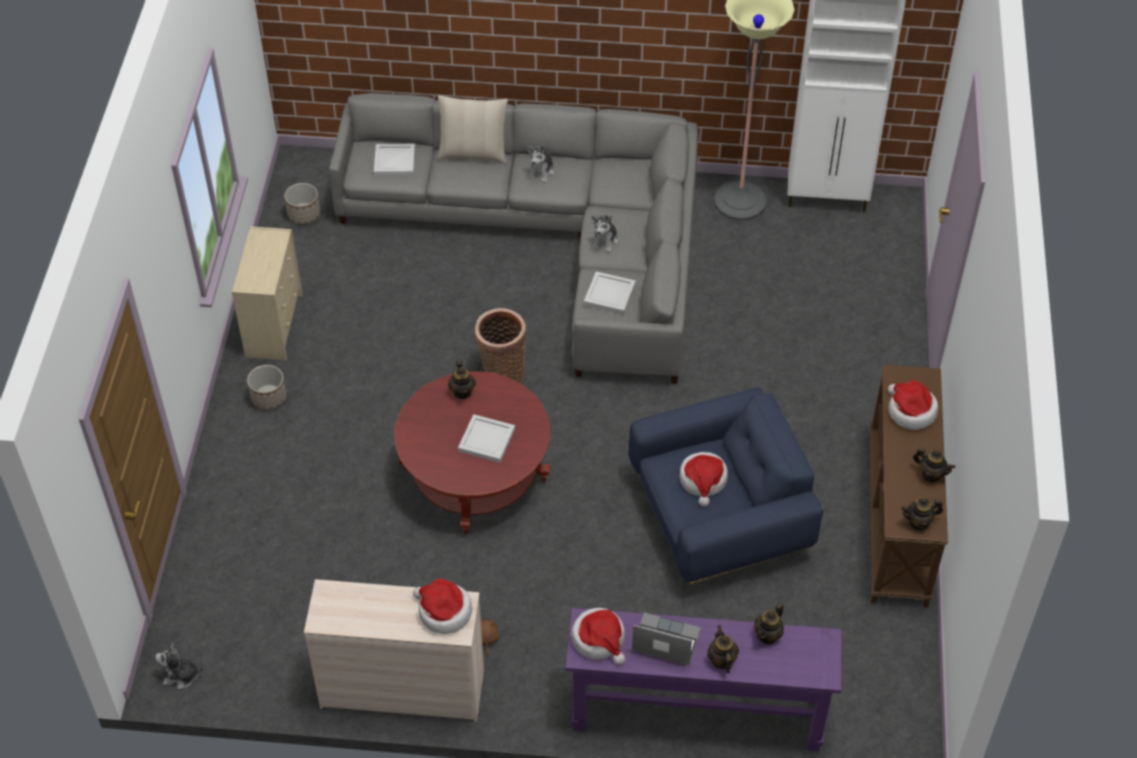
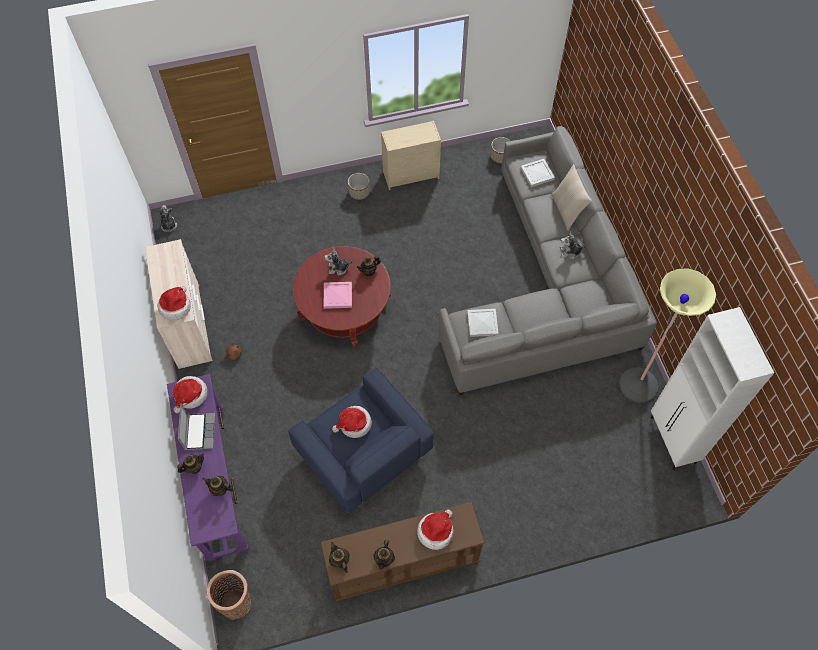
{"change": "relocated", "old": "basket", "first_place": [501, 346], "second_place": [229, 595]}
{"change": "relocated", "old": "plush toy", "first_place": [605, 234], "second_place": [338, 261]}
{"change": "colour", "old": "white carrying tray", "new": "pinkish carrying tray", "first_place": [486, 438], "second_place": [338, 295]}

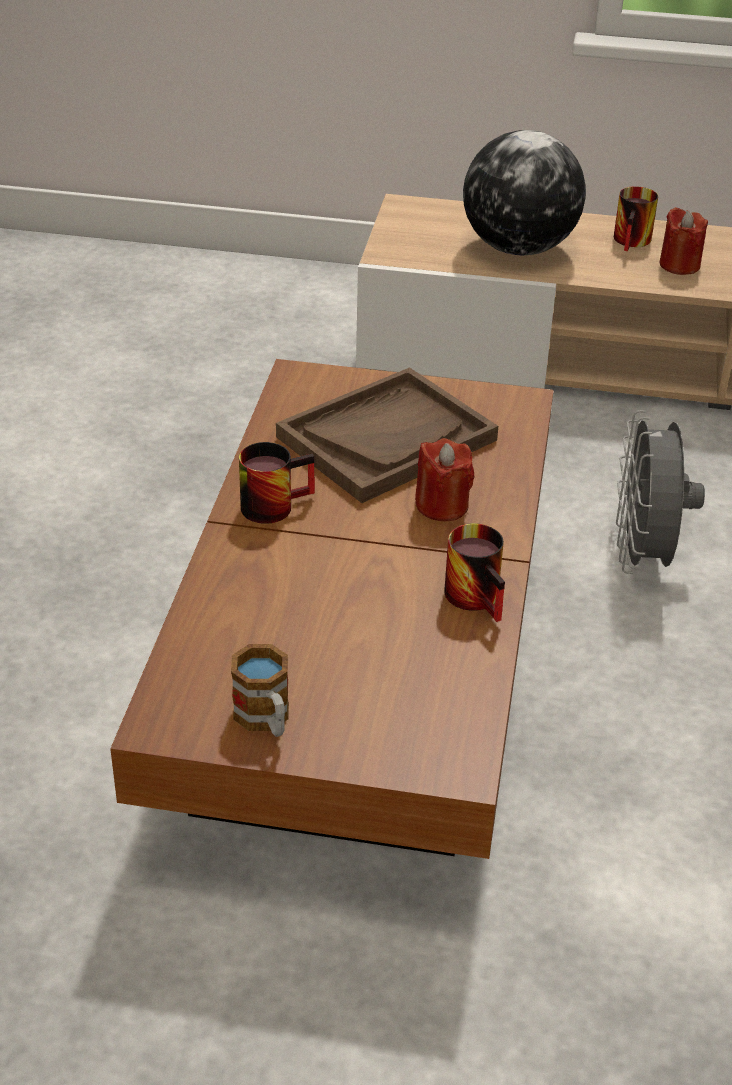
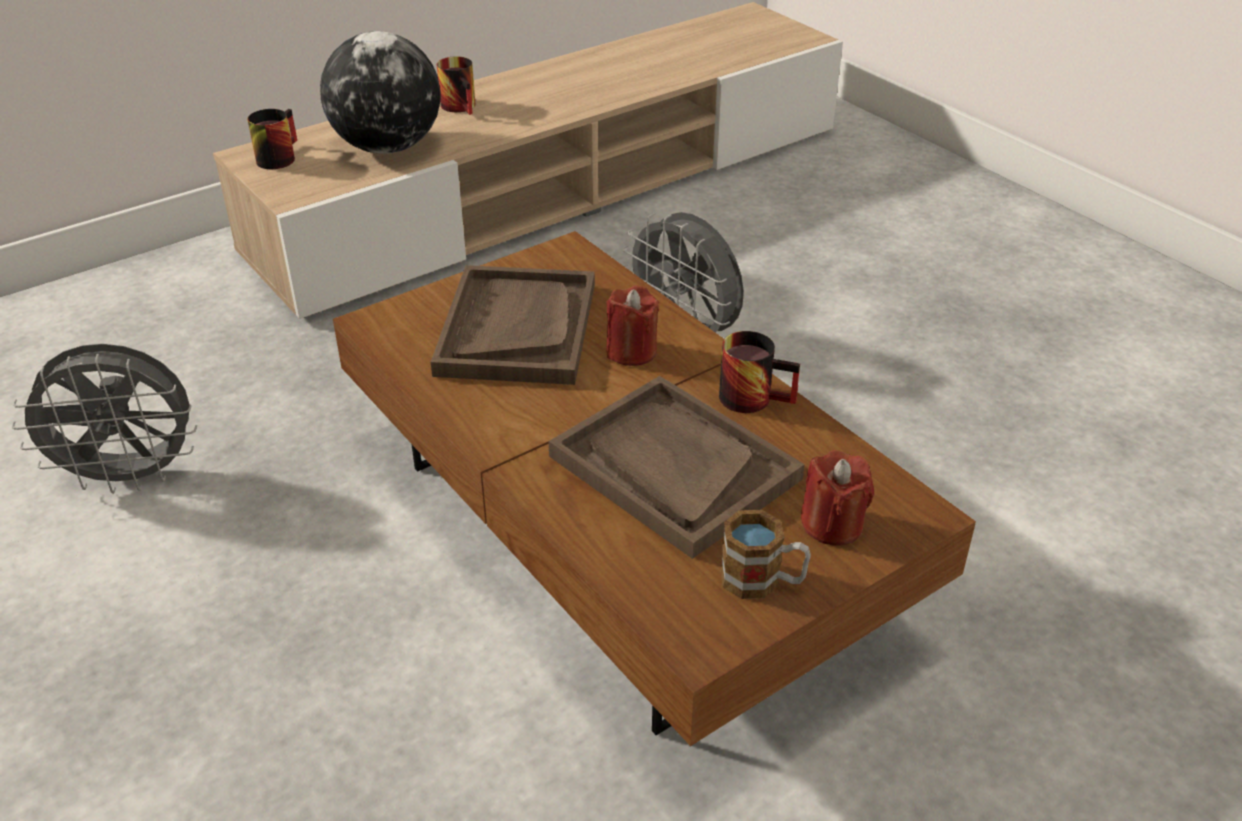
{"change": "appeared", "new": "greyish cooling fan", "second_place": [104, 419]}
{"change": "appeared", "new": "brown-coloured carrying tray", "second_place": [676, 467]}
{"change": "relocated", "old": "mug", "first_place": [277, 483], "second_place": [272, 139]}
{"change": "relocated", "old": "reddish wax candle", "first_place": [683, 241], "second_place": [837, 498]}

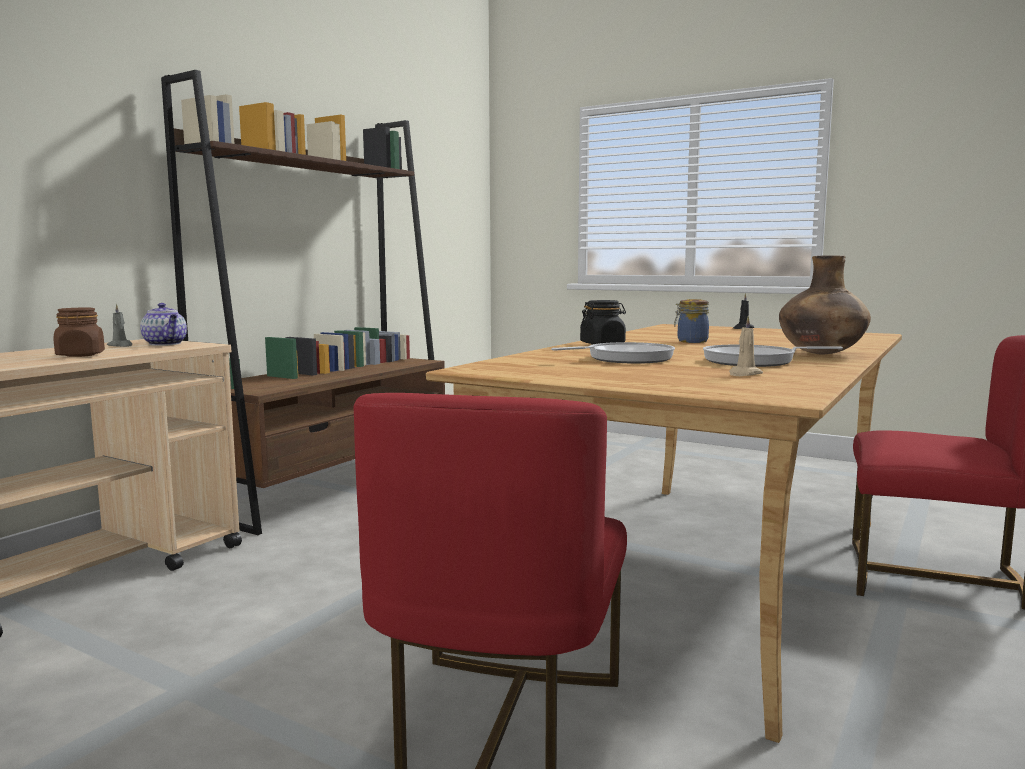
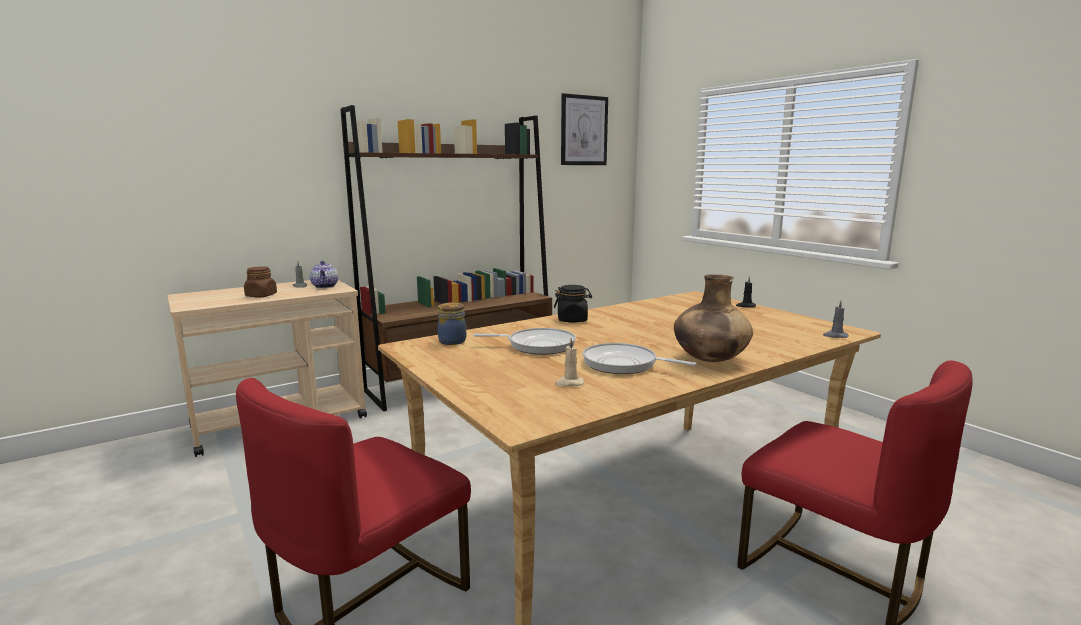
{"change": "appeared", "new": "wall art", "second_place": [584, 129]}
{"change": "appeared", "new": "greyish wax candle", "second_place": [835, 319]}
{"change": "relocated", "old": "jar", "first_place": [691, 321], "second_place": [452, 323]}

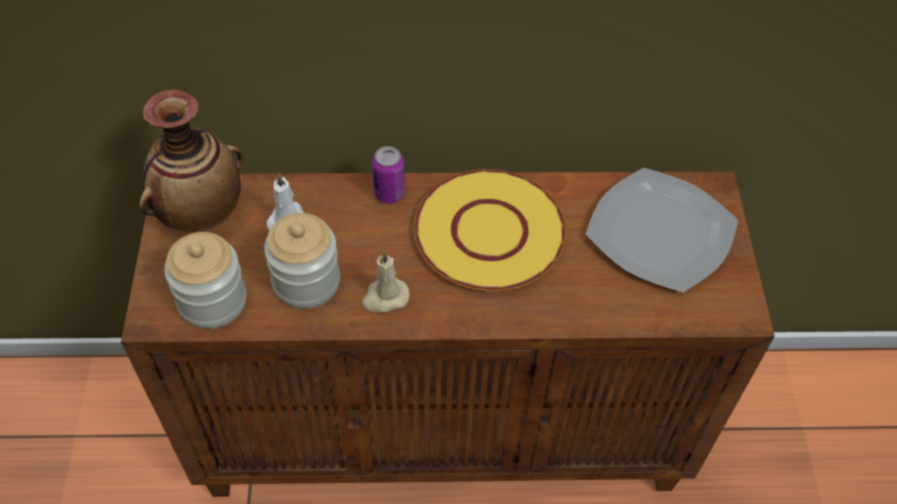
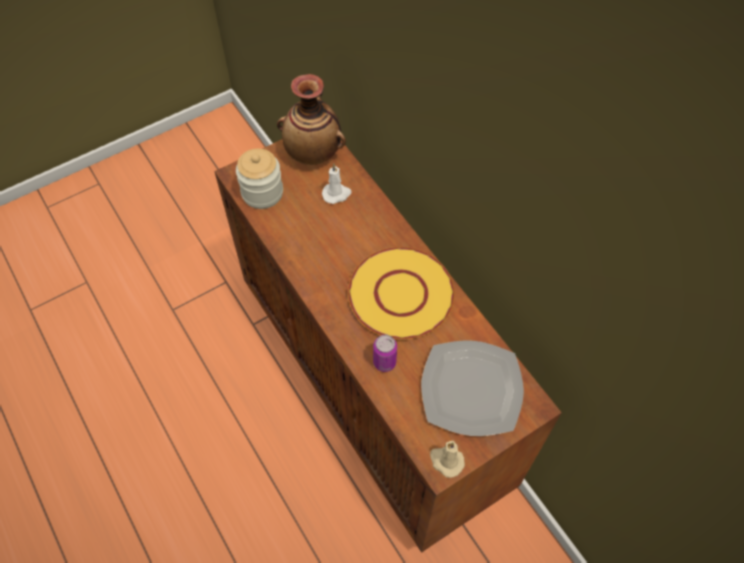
{"change": "missing", "old": "jar", "first_place": [302, 261]}
{"change": "relocated", "old": "beige wax candle", "first_place": [386, 282], "second_place": [447, 459]}
{"change": "relocated", "old": "can", "first_place": [388, 175], "second_place": [385, 353]}

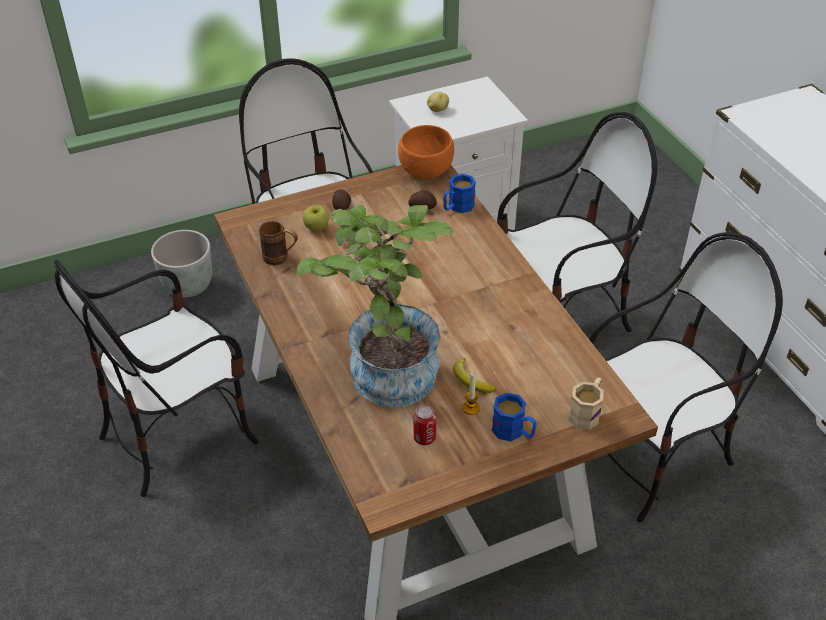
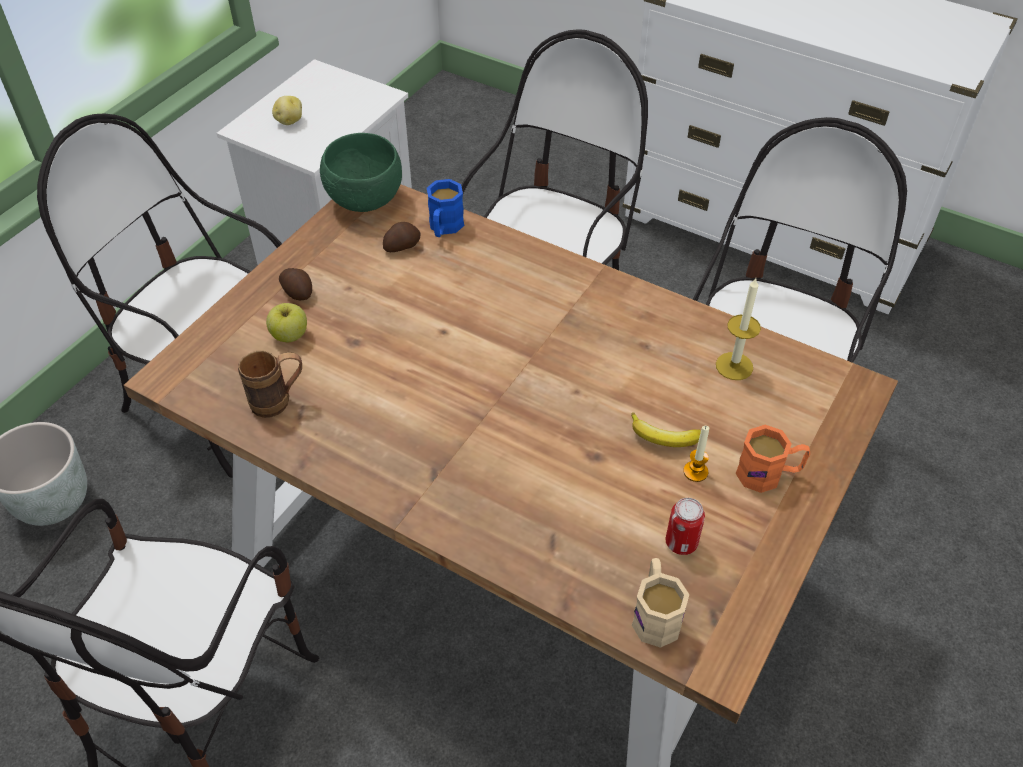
{"change": "missing", "old": "plant in a pot", "first_place": [375, 306]}
{"change": "appeared", "new": "wax candle", "second_place": [738, 329]}
{"change": "relocated", "old": "beige mug", "first_place": [586, 403], "second_place": [661, 603]}
{"change": "colour", "old": "orange-coloured deep dish", "new": "green-coloured deep dish", "first_place": [426, 152], "second_place": [361, 172]}
{"change": "colour", "old": "blue mug", "new": "orange-coloured mug", "first_place": [514, 417], "second_place": [772, 459]}

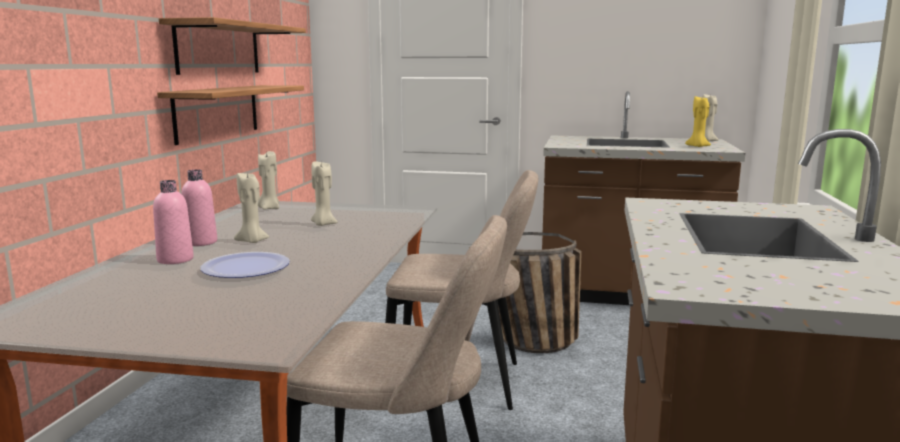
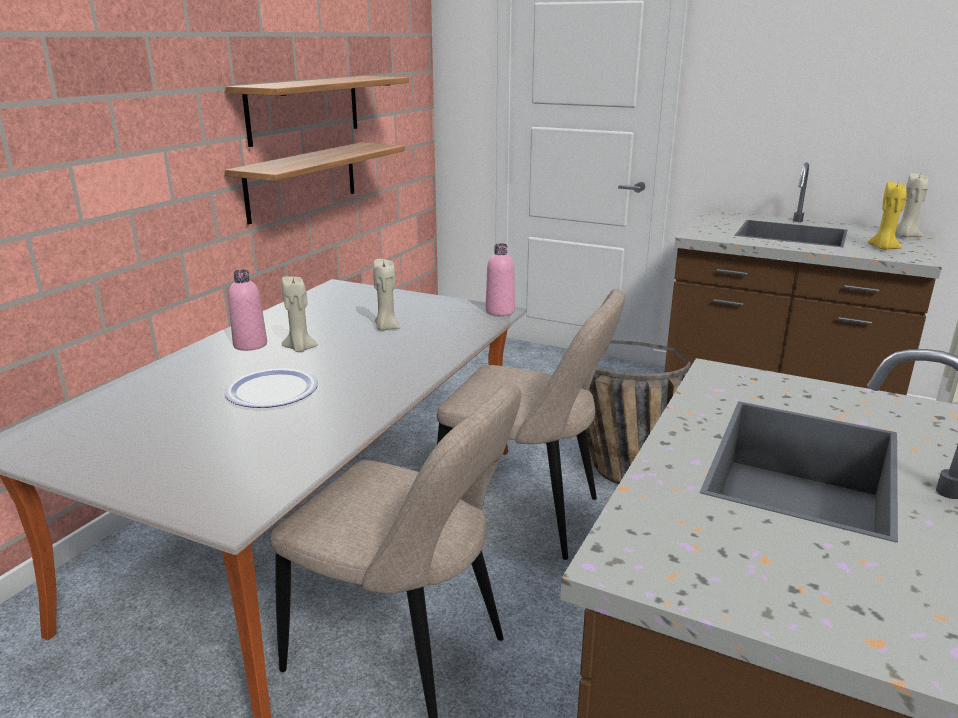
{"change": "missing", "old": "beige wax candle", "first_place": [268, 180]}
{"change": "relocated", "old": "pinkish drink bottle", "first_place": [173, 222], "second_place": [500, 279]}

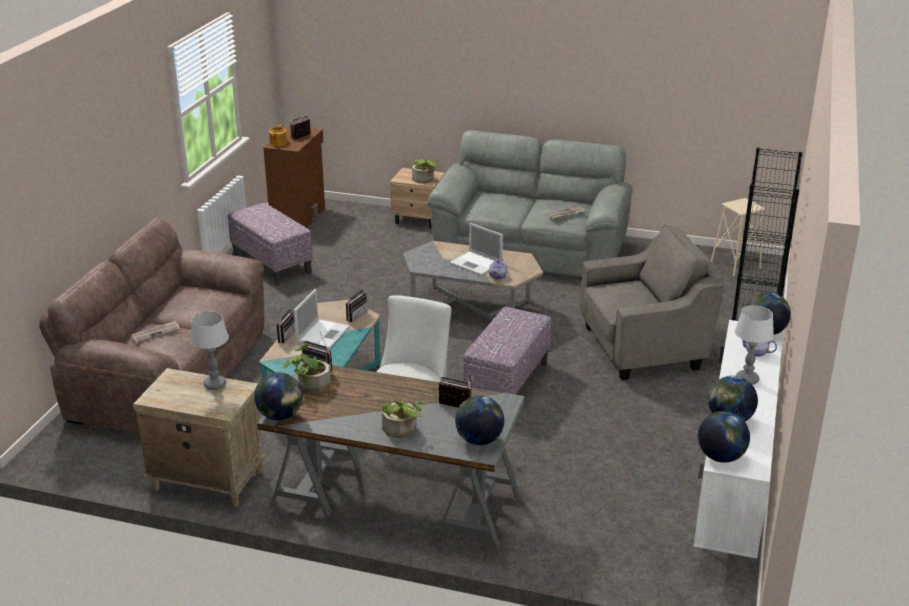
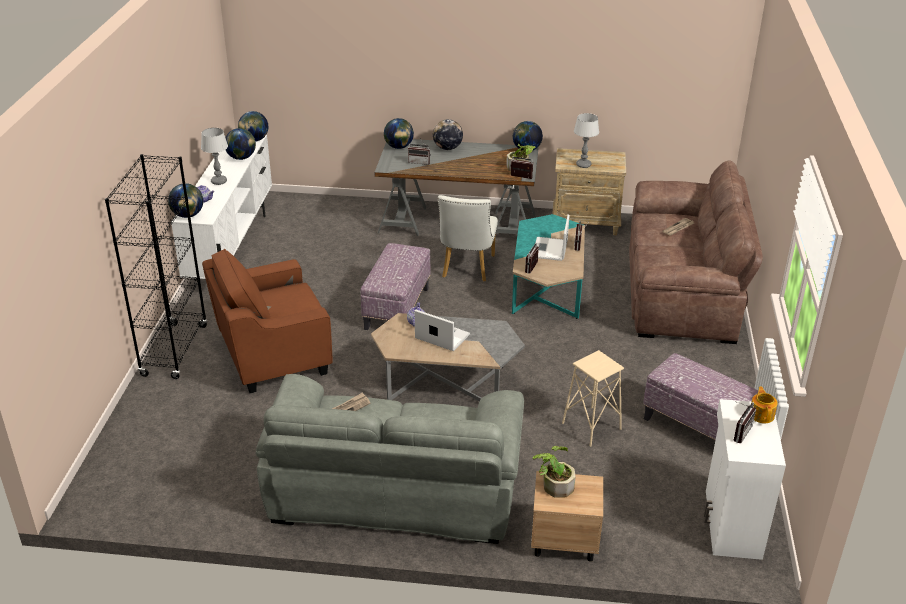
{"change": "relocated", "old": "beige stool seat", "first_place": [738, 237], "second_place": [593, 398]}
{"change": "exchanged", "old": "plant in a pot", "new": "desk globe", "first_place": [403, 419], "second_place": [448, 134]}
{"change": "colour", "old": "brown-coloured storage cabinet", "new": "white storage cabinet", "first_place": [294, 177], "second_place": [745, 479]}
{"change": "colour", "old": "greyish armchair", "new": "brown-coloured armchair", "first_place": [652, 302], "second_place": [267, 321]}

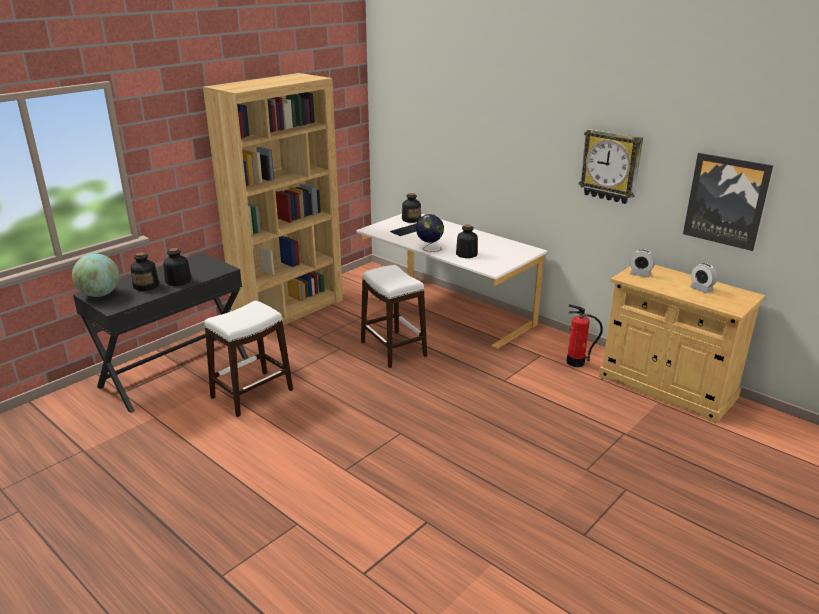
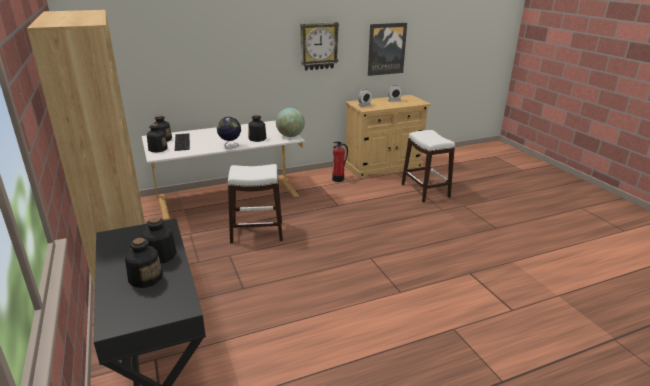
{"change": "appeared", "new": "drink bottle", "second_place": [157, 138]}
{"change": "relocated", "old": "desk globe", "first_place": [95, 275], "second_place": [290, 122]}
{"change": "relocated", "old": "white stool seat", "first_place": [248, 359], "second_place": [428, 166]}

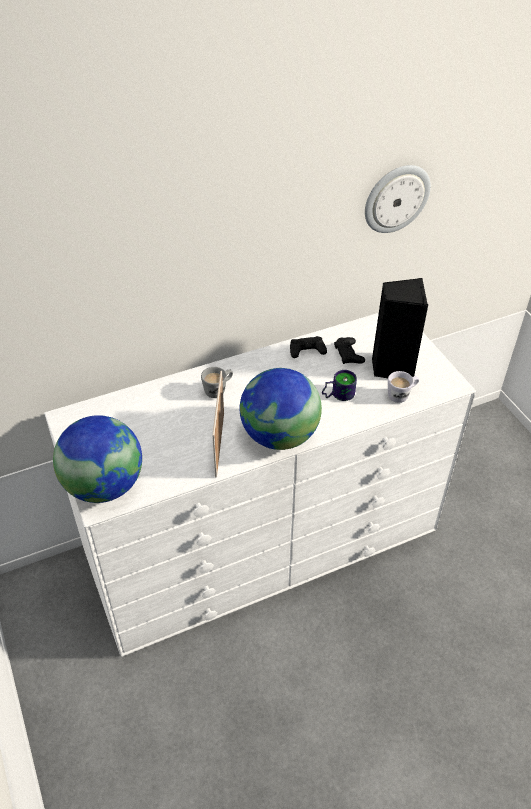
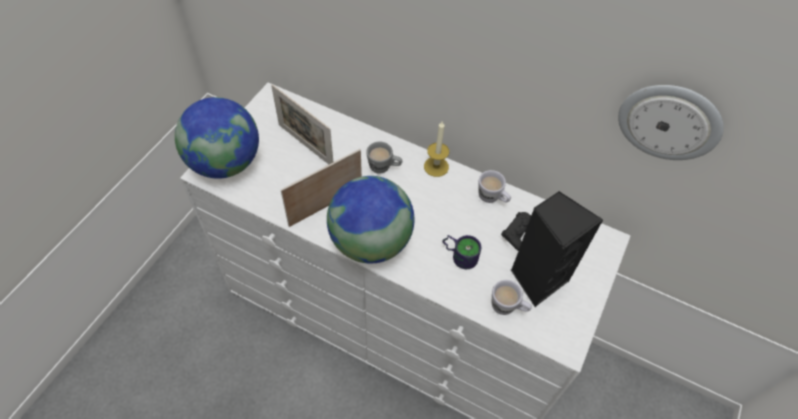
{"change": "appeared", "new": "picture frame", "second_place": [302, 124]}
{"change": "appeared", "new": "wax candle", "second_place": [436, 149]}
{"change": "exchanged", "old": "blackish gamepad", "new": "white mug", "first_place": [308, 347], "second_place": [494, 186]}

